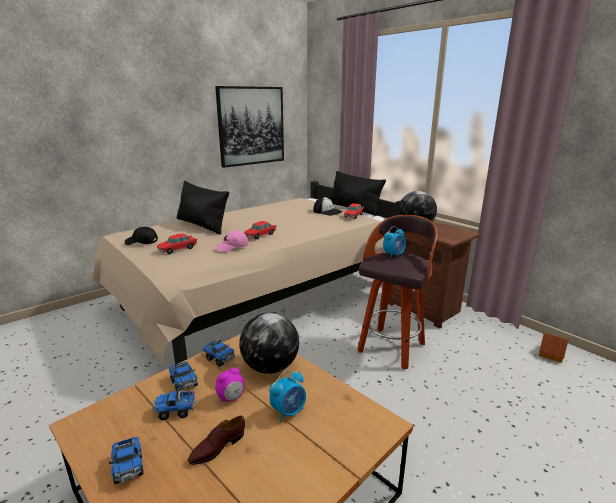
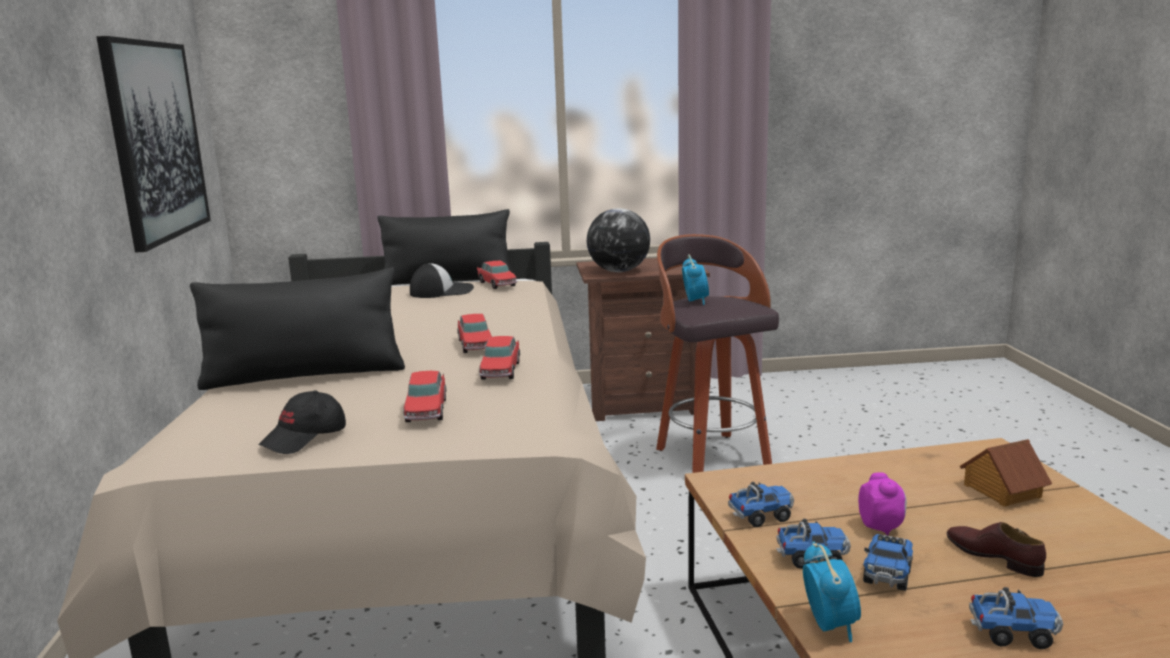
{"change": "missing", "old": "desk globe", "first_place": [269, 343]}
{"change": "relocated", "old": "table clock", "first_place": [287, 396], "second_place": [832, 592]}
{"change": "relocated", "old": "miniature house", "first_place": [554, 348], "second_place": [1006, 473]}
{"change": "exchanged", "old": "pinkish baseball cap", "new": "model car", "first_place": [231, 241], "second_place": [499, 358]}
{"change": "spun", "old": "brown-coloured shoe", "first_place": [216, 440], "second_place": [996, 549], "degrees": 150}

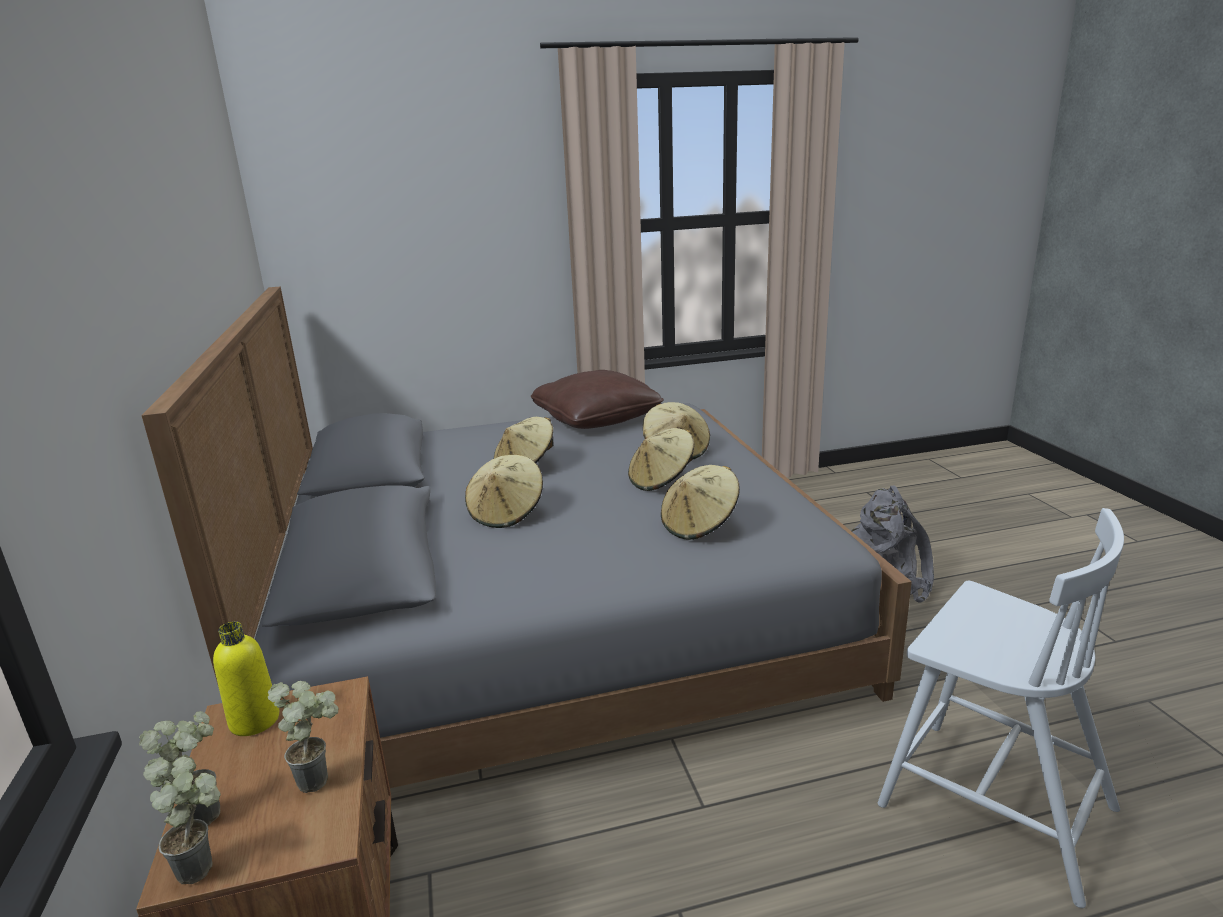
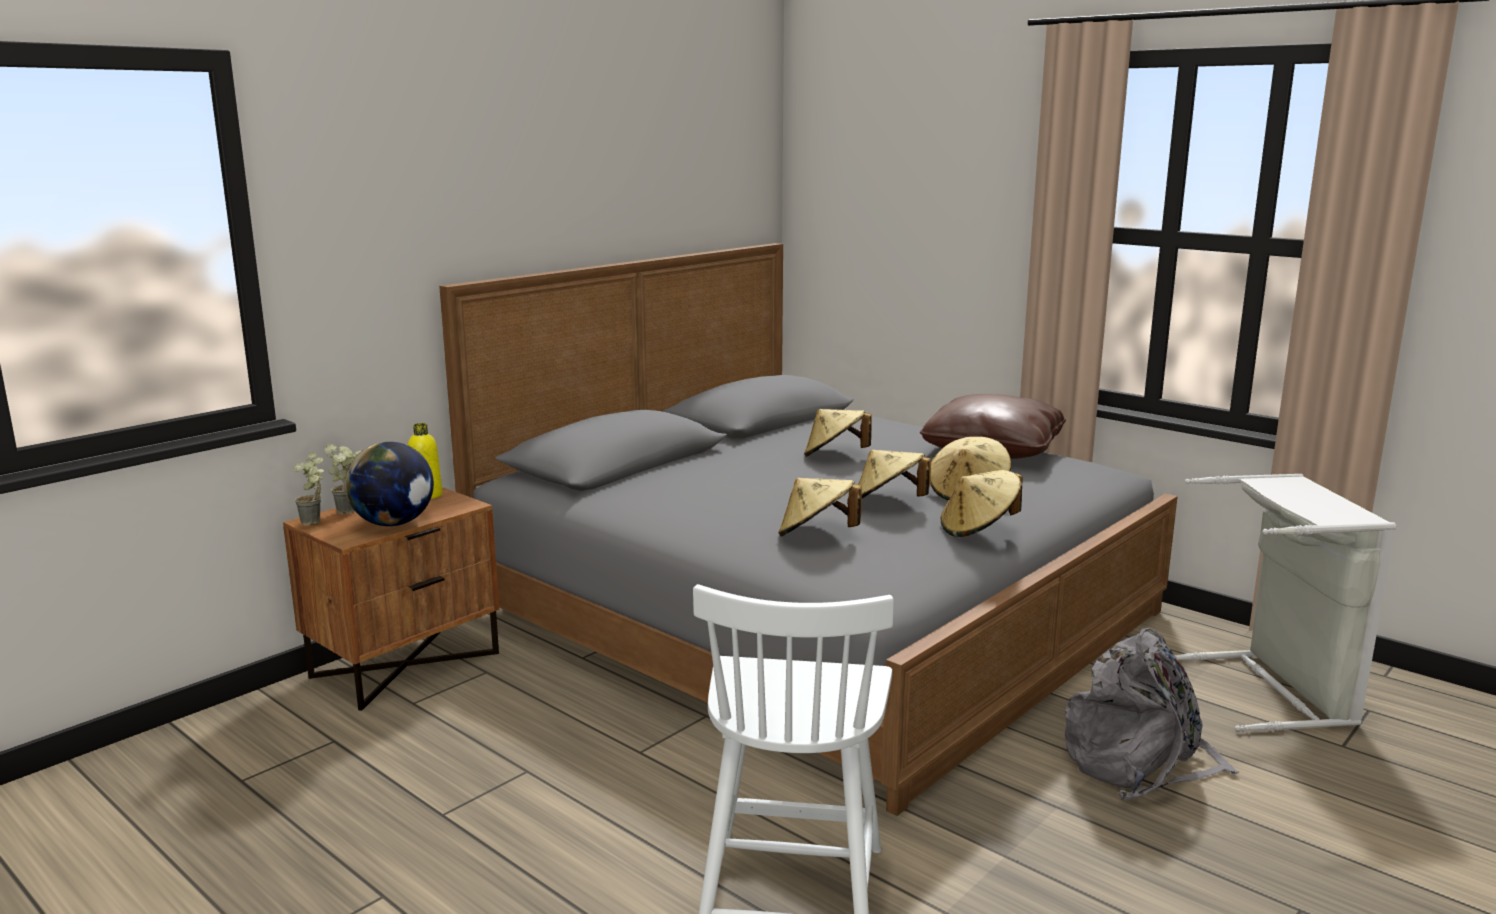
{"change": "appeared", "new": "greyish laundry basket", "second_place": [1285, 602]}
{"change": "relocated", "old": "beige wearable hat", "first_place": [504, 491], "second_place": [981, 503]}
{"change": "exchanged", "old": "plant in a pot", "new": "desk globe", "first_place": [303, 737], "second_place": [389, 484]}

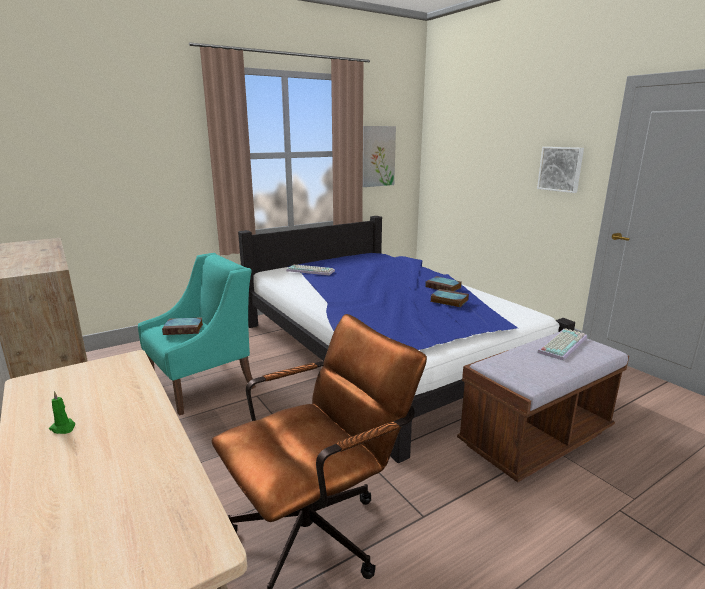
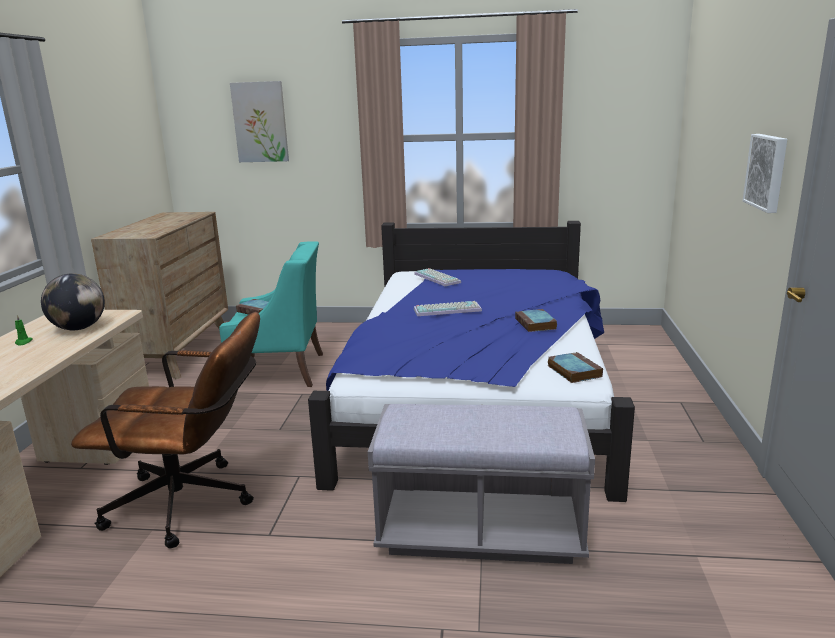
{"change": "appeared", "new": "desk globe", "second_place": [73, 301]}
{"change": "relocated", "old": "wall art", "first_place": [379, 156], "second_place": [259, 121]}
{"change": "relocated", "old": "book", "first_place": [449, 298], "second_place": [575, 367]}
{"change": "relocated", "old": "keyboard", "first_place": [562, 344], "second_place": [448, 308]}
{"change": "colour", "old": "brown-coloured indoor bench", "new": "greyish indoor bench", "first_place": [543, 407], "second_place": [481, 484]}

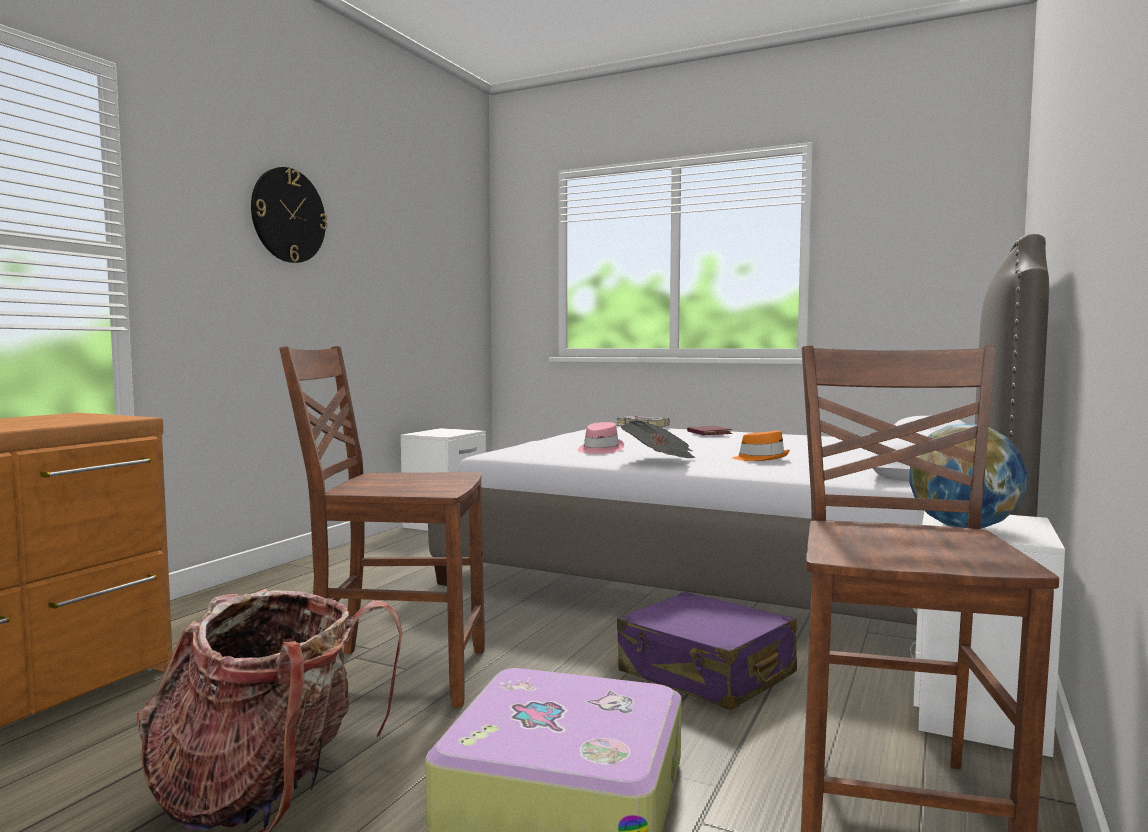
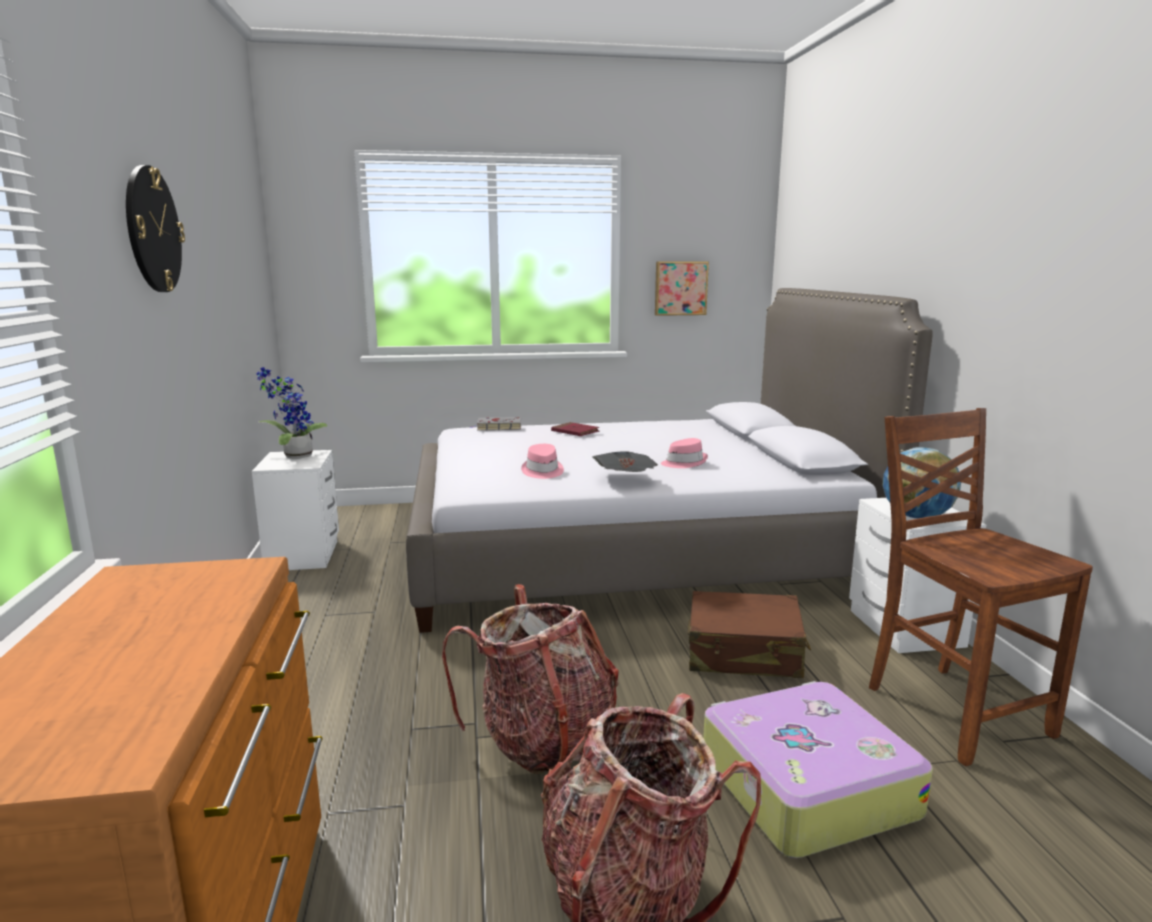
{"change": "appeared", "new": "plant in a pot", "second_place": [292, 413]}
{"change": "appeared", "new": "wall art", "second_place": [682, 289]}
{"change": "exchanged", "old": "brown-coloured chair", "new": "rucksack", "first_place": [382, 527], "second_place": [530, 679]}
{"change": "colour", "old": "purple-coloured travel case", "new": "brown-coloured travel case", "first_place": [707, 651], "second_place": [749, 634]}
{"change": "colour", "old": "orange-coloured wearable hat", "new": "pinkish wearable hat", "first_place": [761, 446], "second_place": [684, 453]}

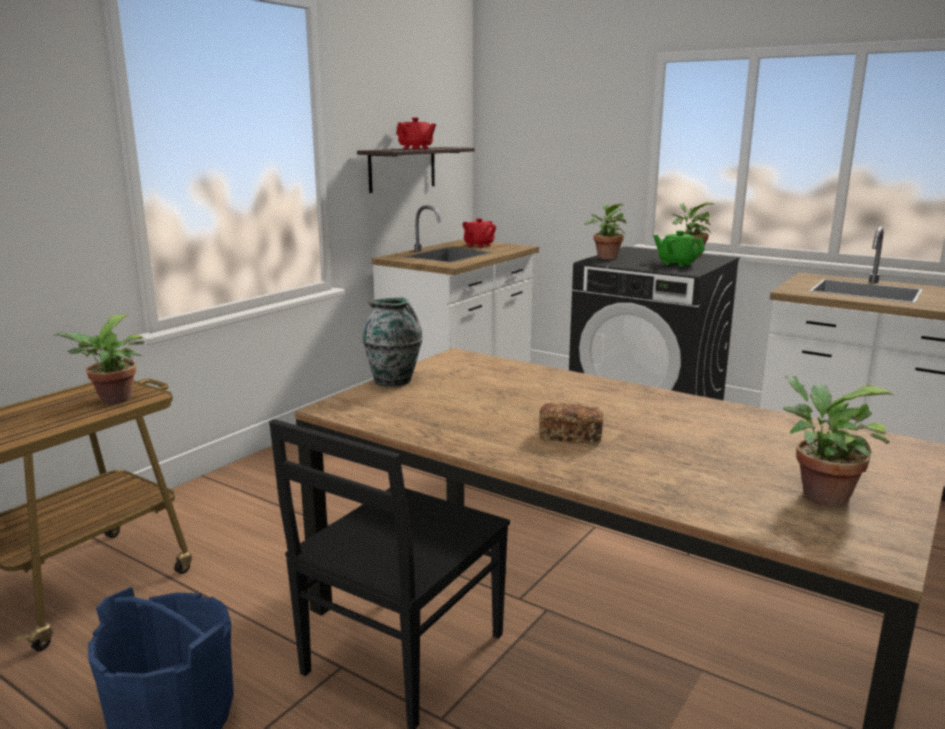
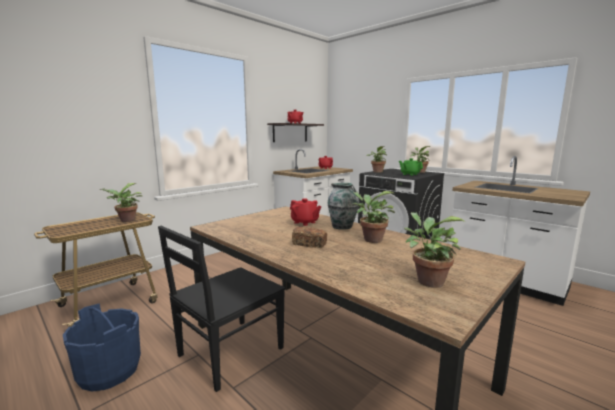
{"change": "appeared", "new": "reddish tea pot", "second_place": [305, 212]}
{"change": "appeared", "new": "plant in a pot", "second_place": [374, 217]}
{"change": "relocated", "old": "decorative vase", "first_place": [392, 342], "second_place": [343, 206]}

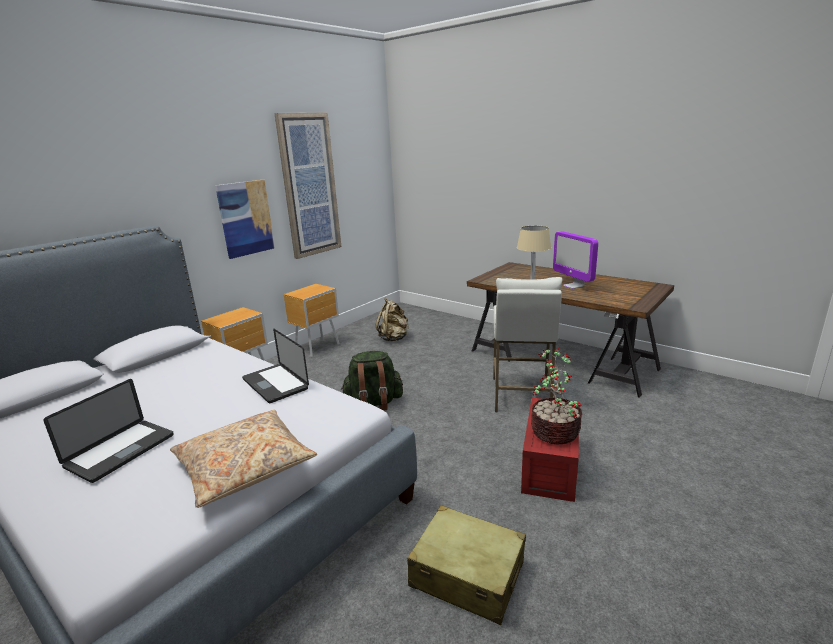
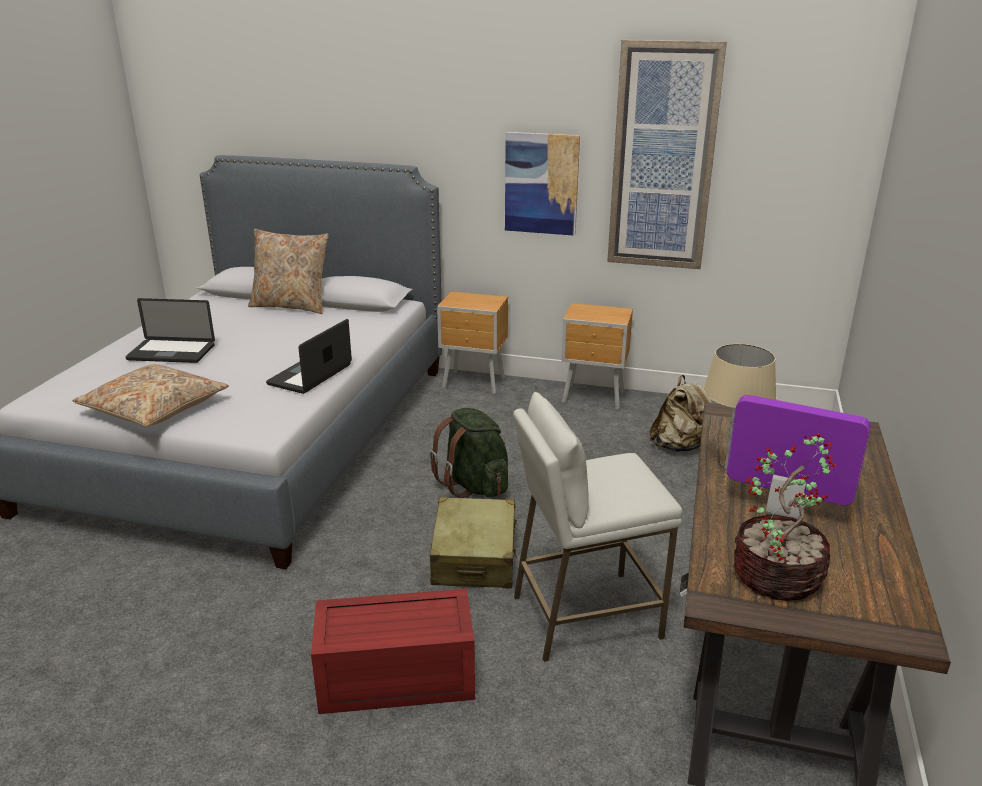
{"change": "appeared", "new": "beige cushion", "second_place": [288, 271]}
{"change": "relocated", "old": "beige travel case", "first_place": [466, 565], "second_place": [473, 543]}
{"change": "relocated", "old": "plant in a pot", "first_place": [556, 396], "second_place": [785, 517]}
{"change": "spun", "old": "computer display", "first_place": [575, 260], "second_place": [798, 457], "degrees": 75}

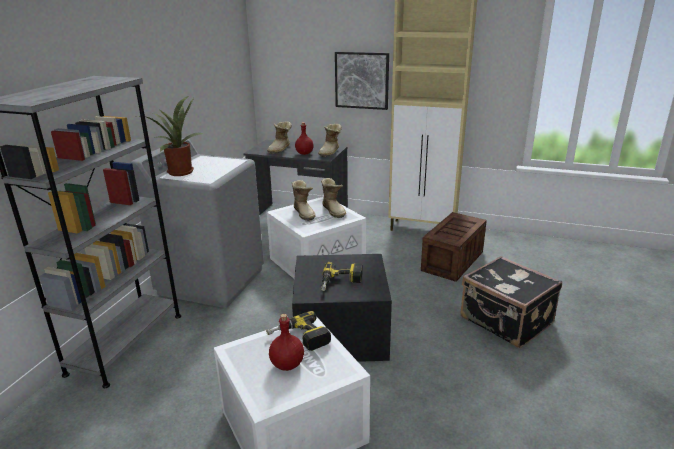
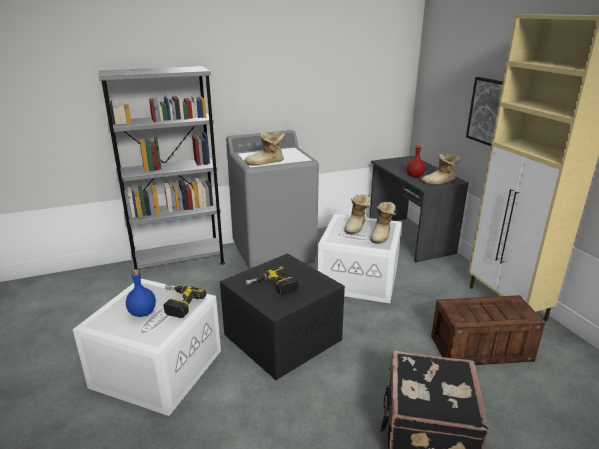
{"change": "missing", "old": "plant in a pot", "first_place": [170, 136]}
{"change": "relocated", "old": "boot", "first_place": [279, 137], "second_place": [265, 149]}
{"change": "colour", "old": "reddish drink bottle", "new": "blue drink bottle", "first_place": [286, 342], "second_place": [141, 293]}

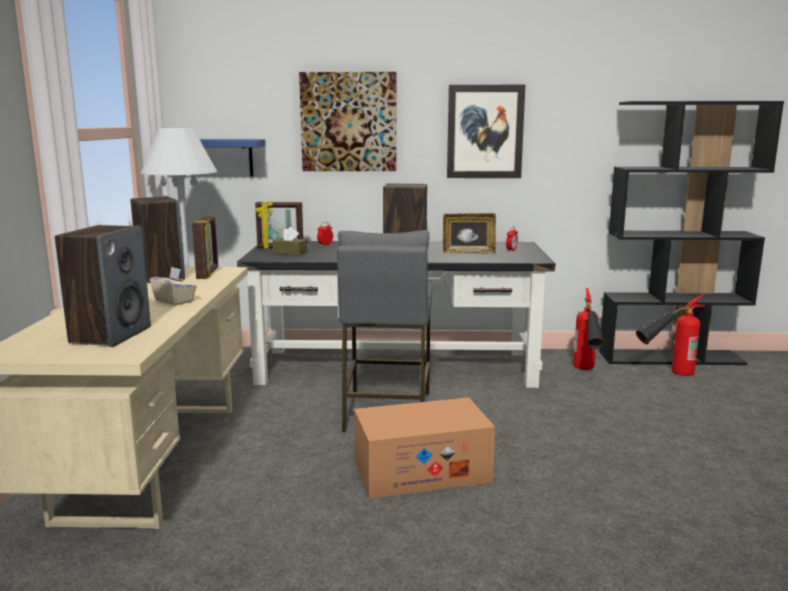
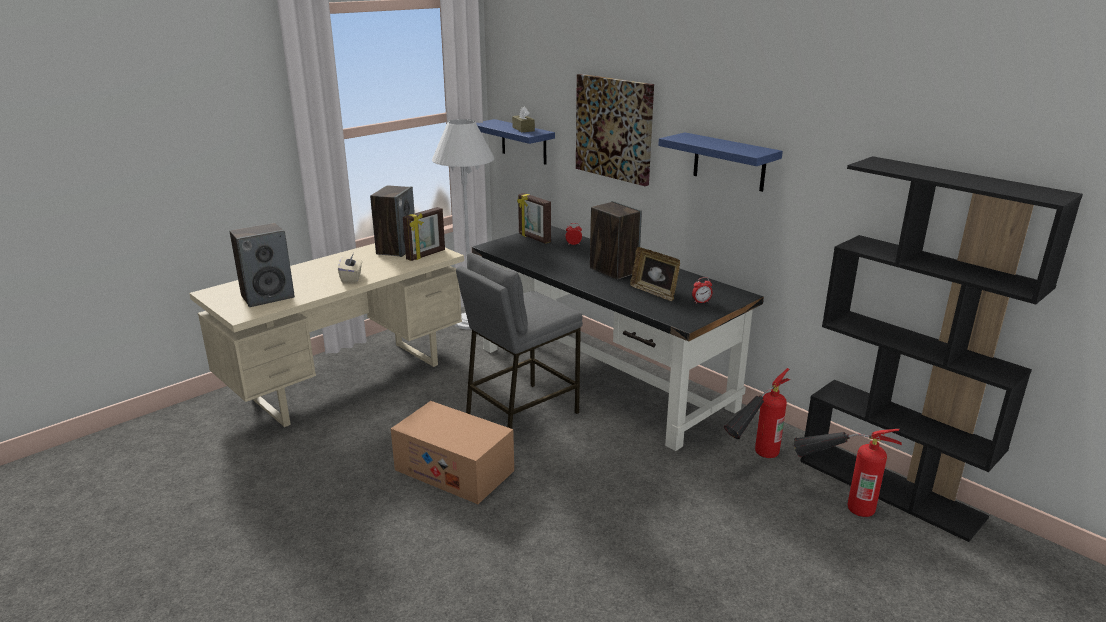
{"change": "relocated", "old": "brown-coloured tissue holder", "first_place": [289, 241], "second_place": [523, 119]}
{"change": "exchanged", "old": "wall art", "new": "blue bracket shelf", "first_place": [486, 131], "second_place": [720, 162]}

